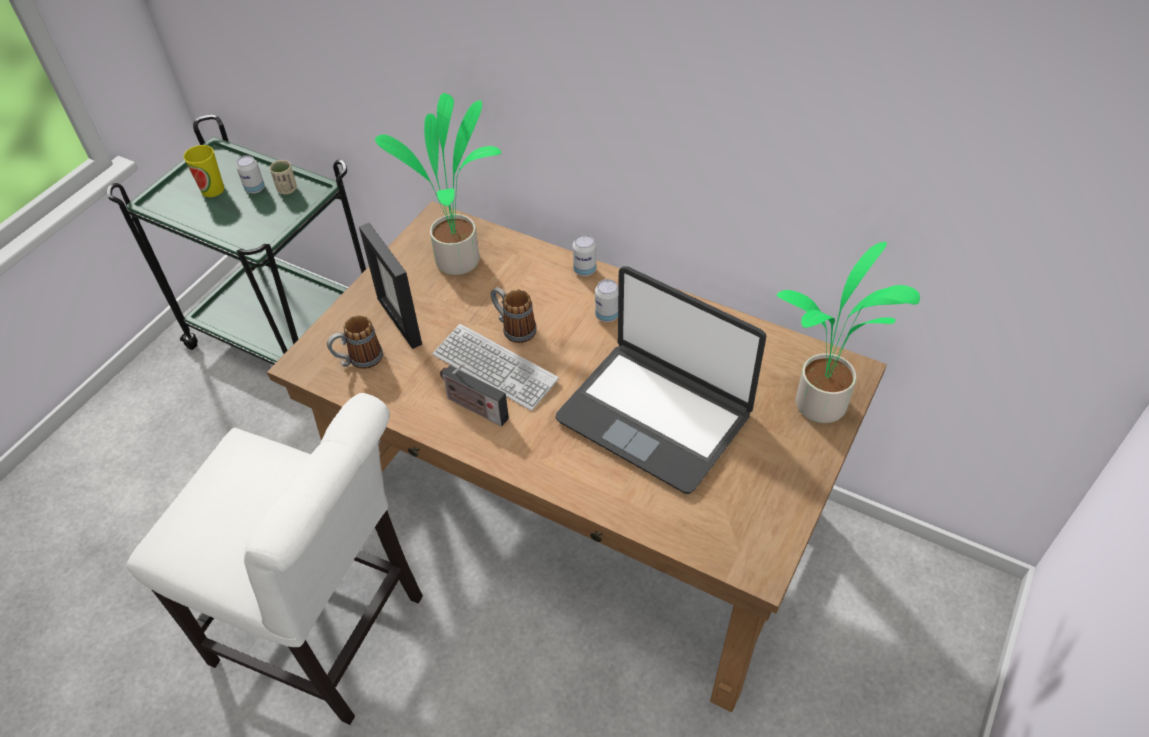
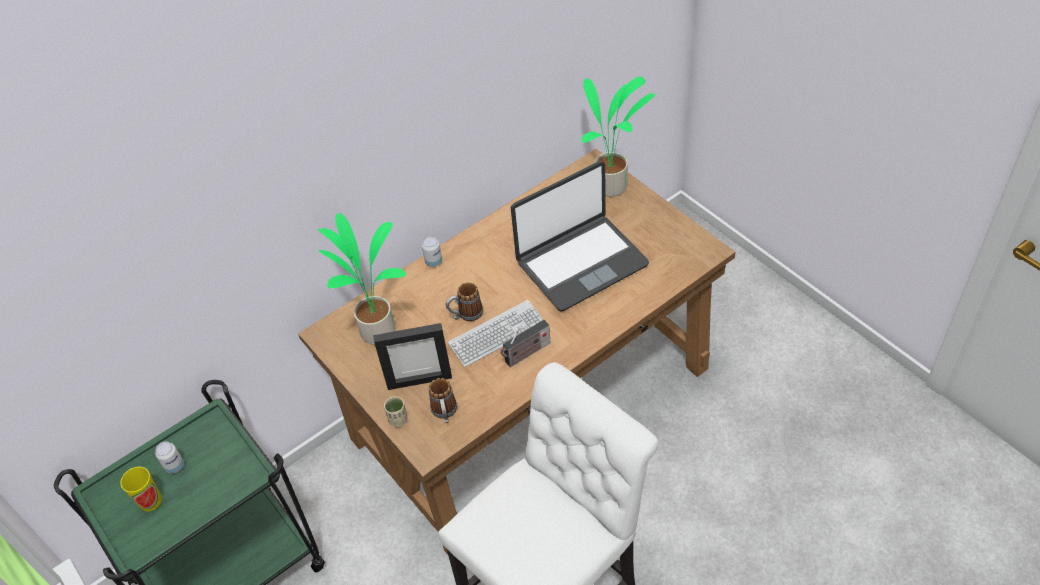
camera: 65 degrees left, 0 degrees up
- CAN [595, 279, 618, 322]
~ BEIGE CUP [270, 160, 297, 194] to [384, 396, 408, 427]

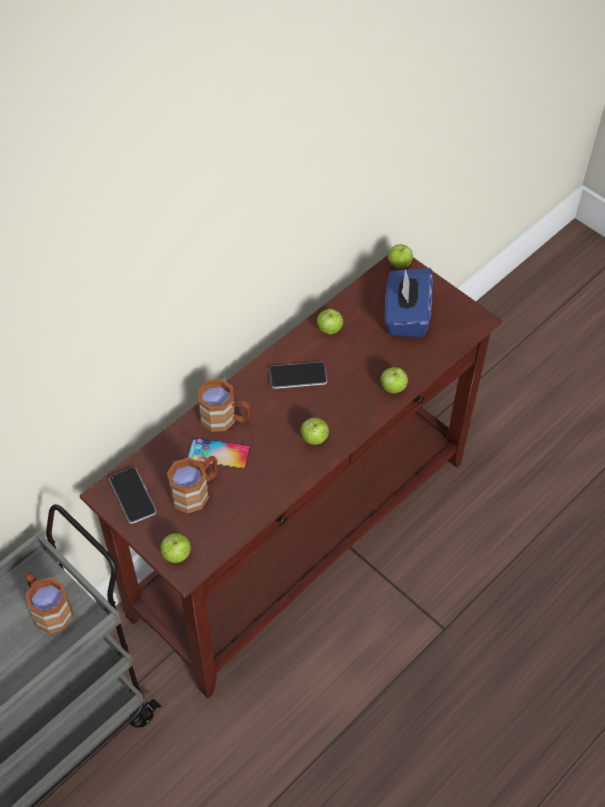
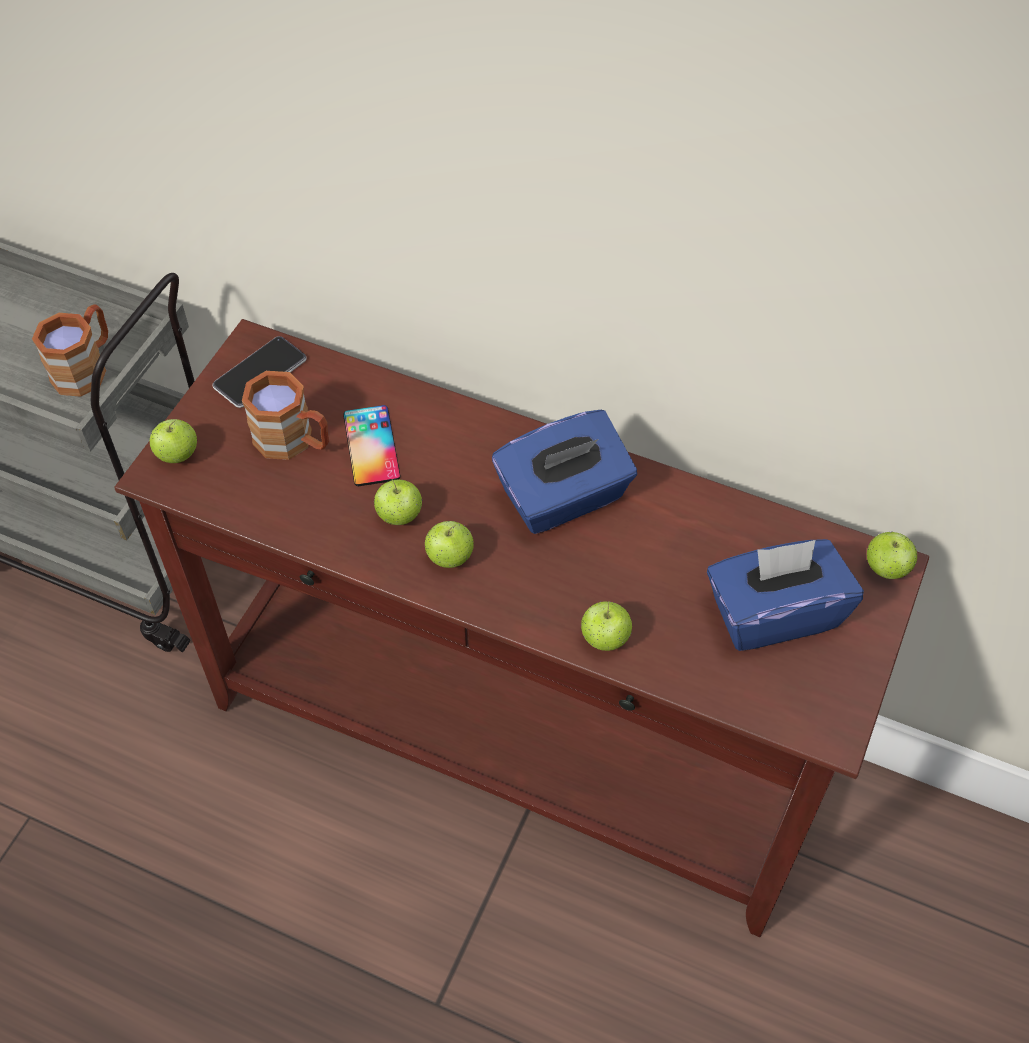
camera: 70 degrees right, 0 degrees up
- BROWN MUG [198, 379, 250, 432]
~ APPLE [317, 309, 343, 334] to [374, 479, 422, 525]
~ PHONE [269, 362, 327, 389] to BLUE TISSUE BOX [492, 410, 637, 534]

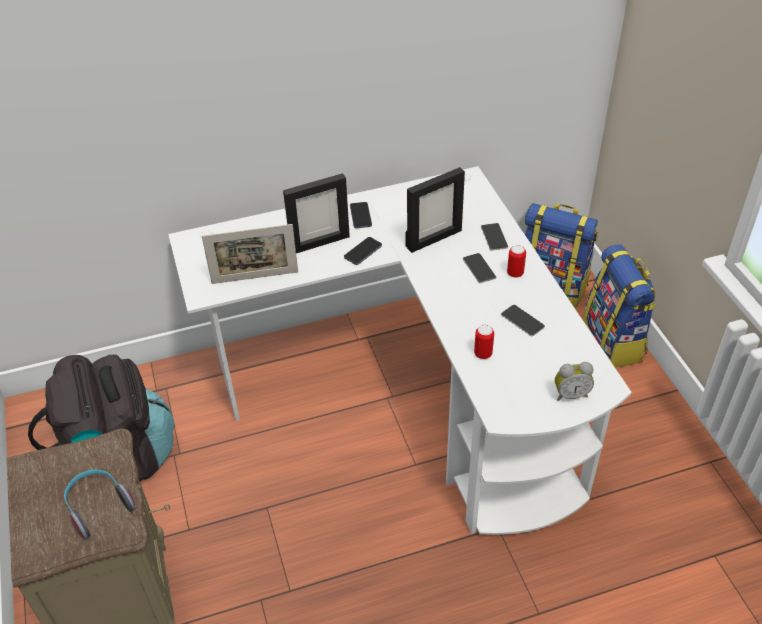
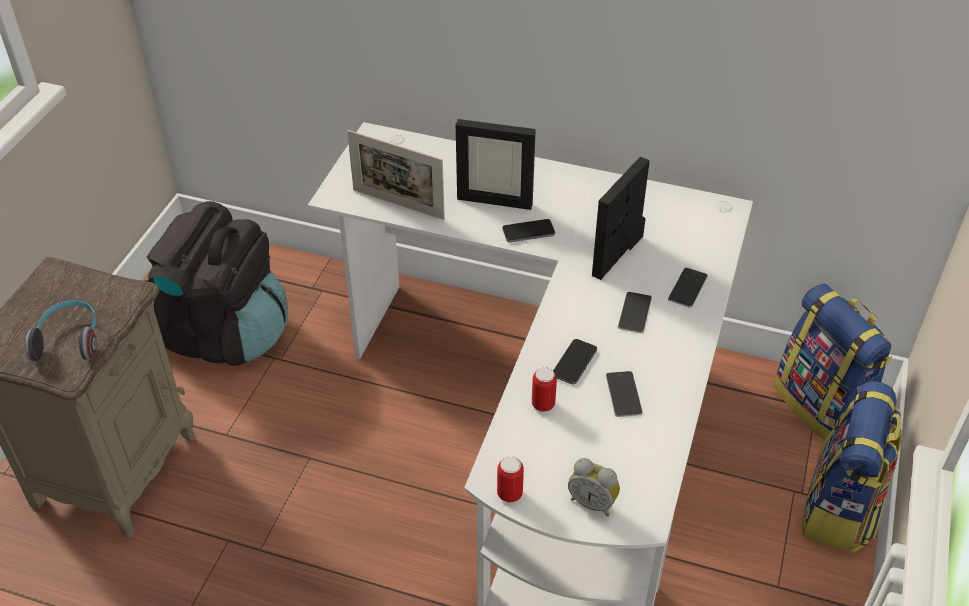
camera: 35 degrees right, 0 degrees up
~ PHONE [350, 202, 372, 228] to [553, 339, 597, 385]
~ CAN [507, 245, 526, 278] to [497, 457, 524, 502]
~ PICTURE FRAME [406, 167, 465, 253] = [592, 157, 650, 280] 120 degrees clockwise

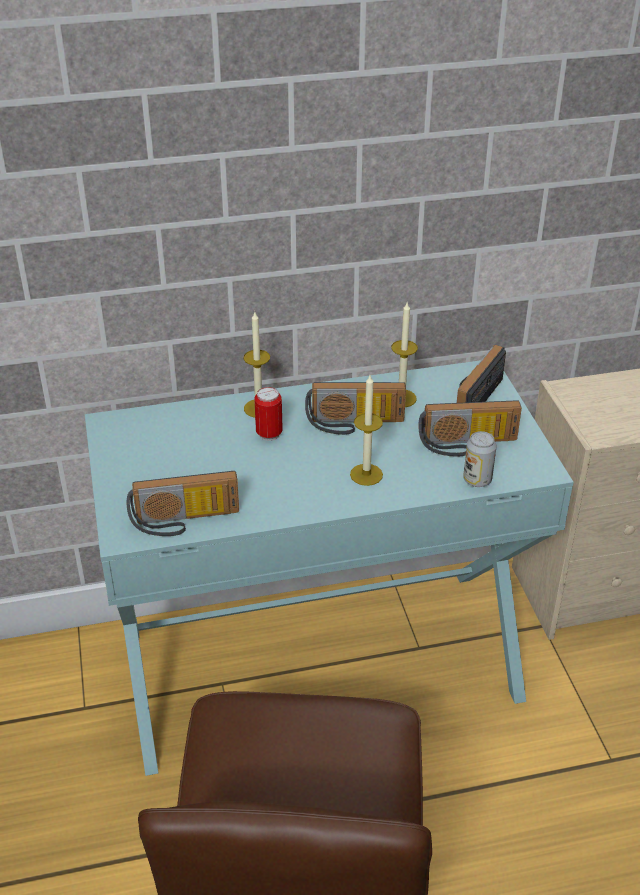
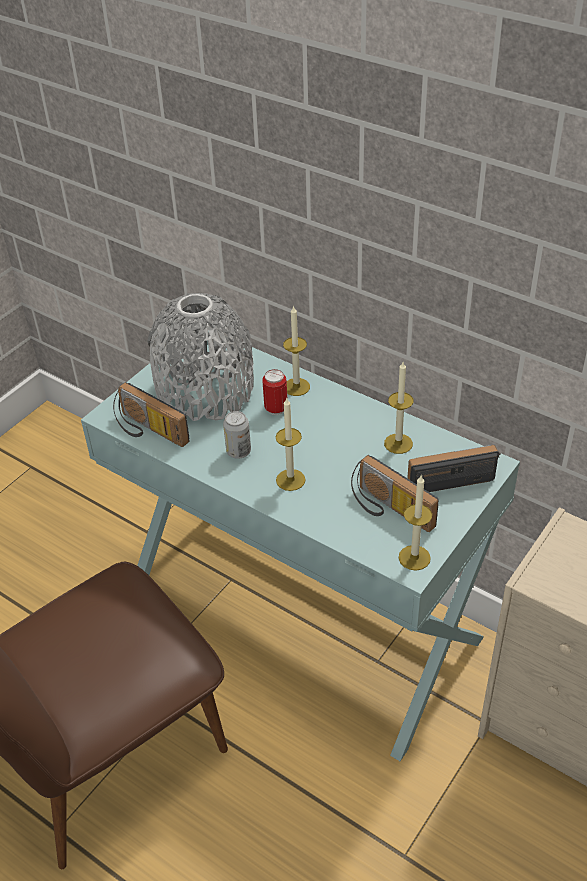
camera: 50 degrees right, 5 degrees up
- RADIO [305, 382, 406, 435]
+ GREY VASE [147, 293, 254, 421]
+ CANDLE [399, 476, 432, 570]
~ CAN [463, 431, 497, 487] to [223, 411, 251, 459]

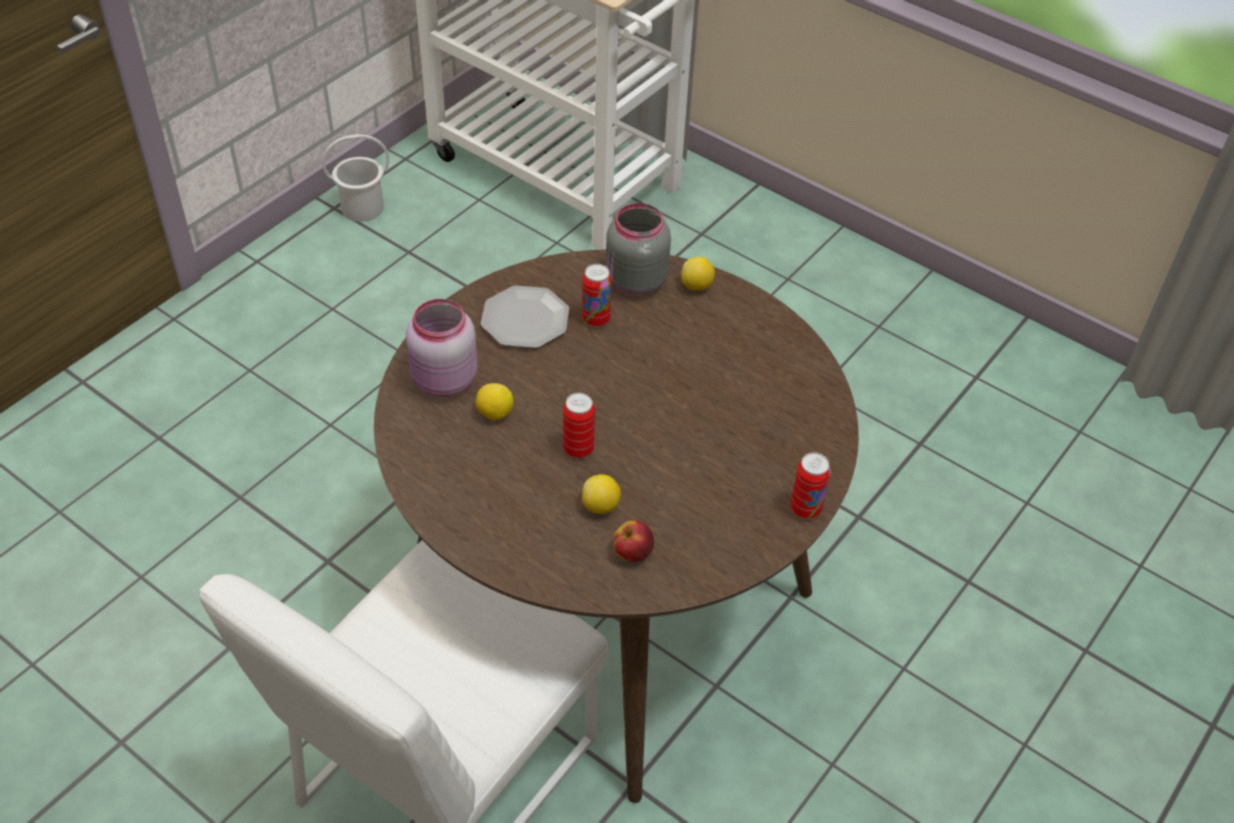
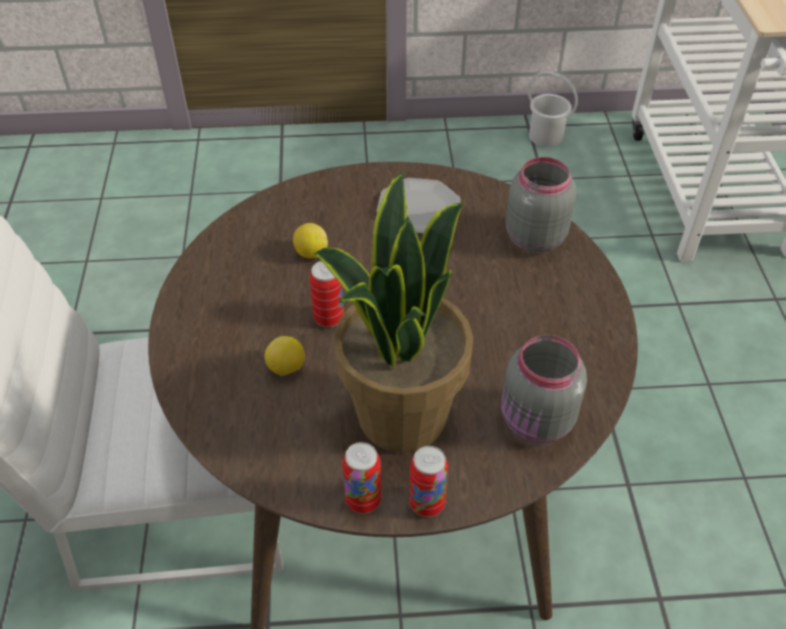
camera: 50 degrees right, 0 degrees up
- PINK JAR [406, 299, 478, 397]
- APPLE [614, 520, 654, 562]
- LEMON [681, 257, 715, 290]
+ POTTED PLANT [314, 172, 473, 453]
+ GREY JAR [501, 335, 587, 444]
~ CAN [582, 264, 612, 327] to [343, 442, 381, 513]

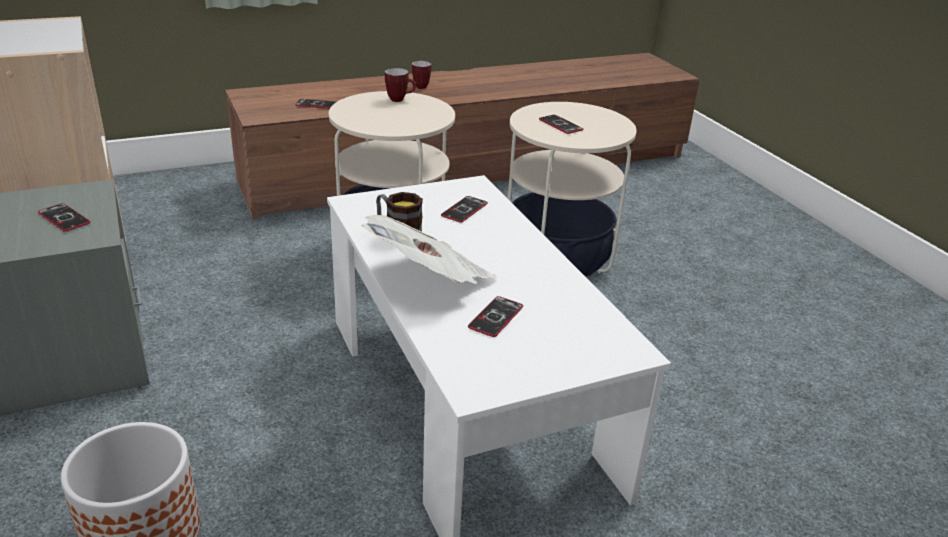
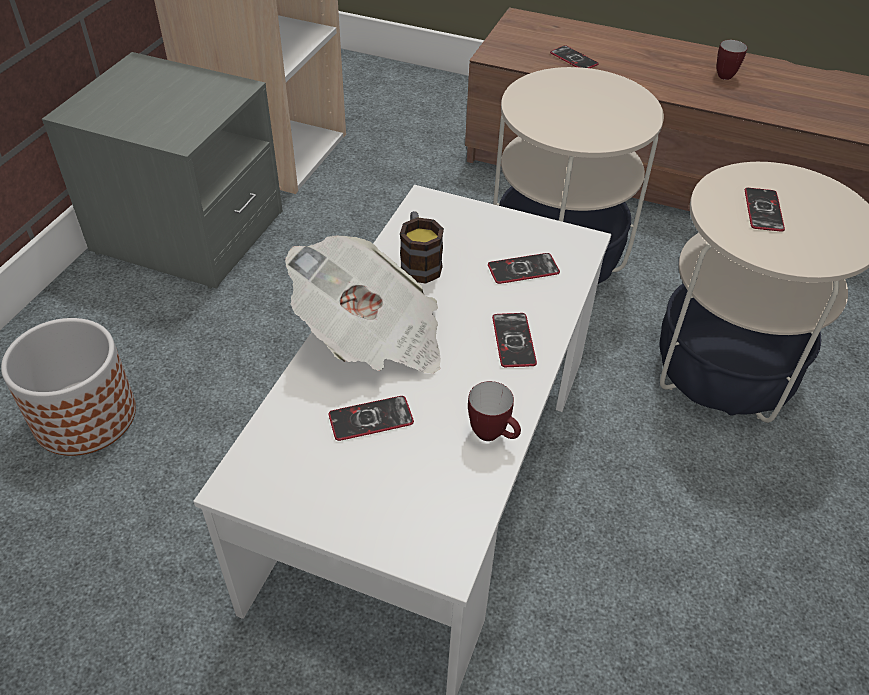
camera: 45 degrees right, 15 degrees up
~ PHONE [38, 203, 90, 232] to [492, 313, 537, 367]
~ MUG [385, 68, 416, 102] to [468, 381, 521, 441]

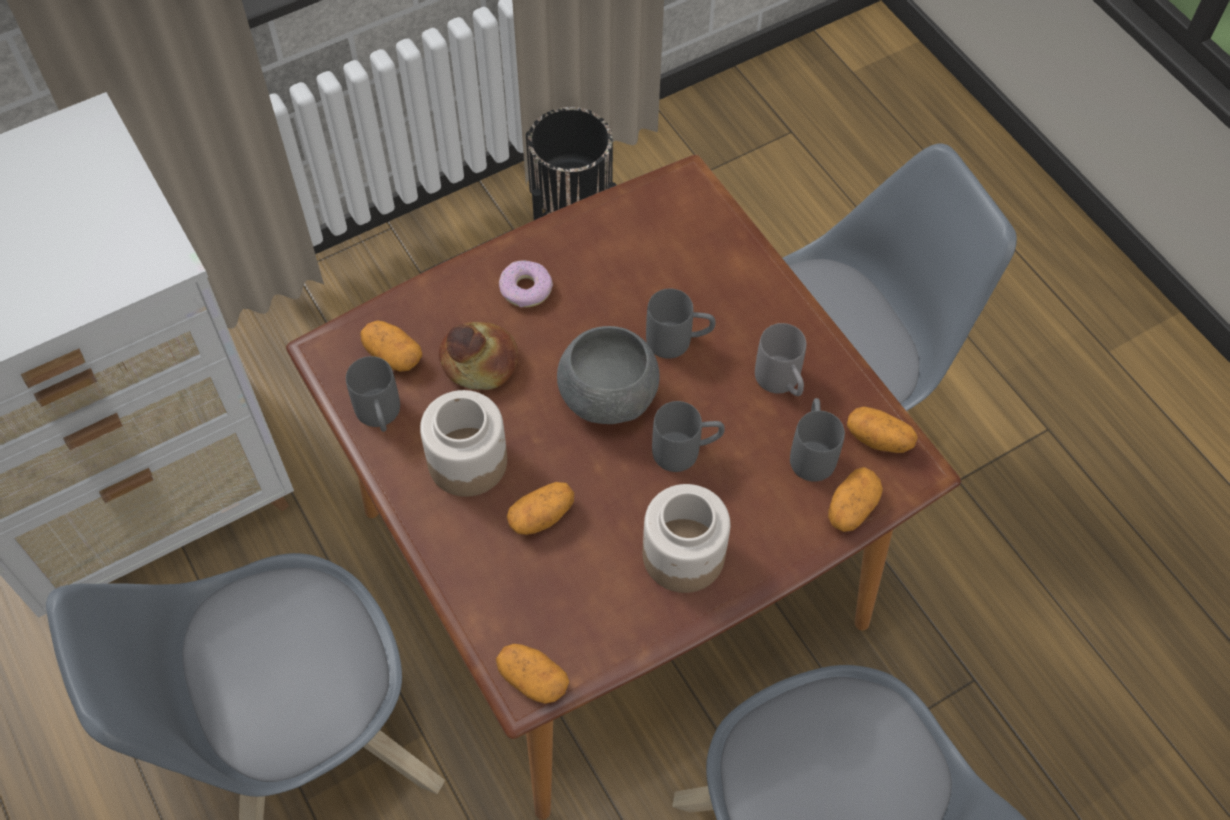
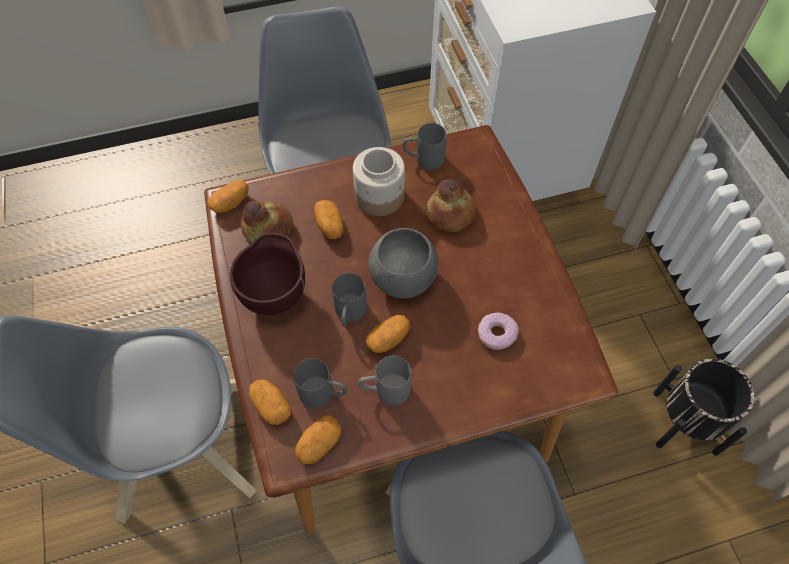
camera: 105 degrees right, 0 degrees up
- GREY MUG [646, 289, 716, 359]
+ BREAD [241, 201, 293, 243]
~ POTATO [360, 321, 422, 372] to [366, 315, 410, 353]
~ DONUT [499, 260, 553, 308] to [478, 313, 519, 350]
~ JAR [643, 484, 730, 593] to BROWN BOWL [230, 232, 305, 315]

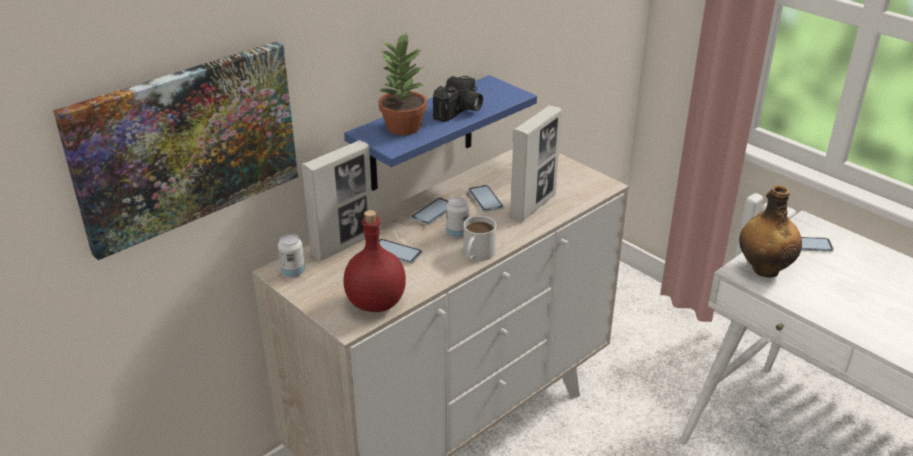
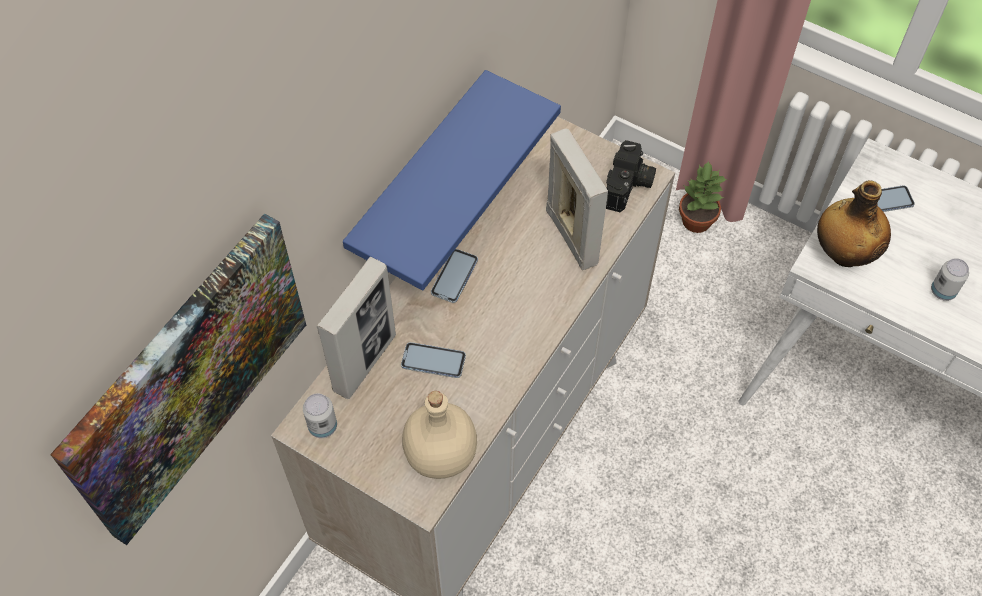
camera: 15 degrees left, 25 degrees up
- WHITE MUG [463, 216, 496, 261]
- PHONE [468, 185, 504, 212]
~ POTTED PLANT [378, 31, 427, 135] to [679, 162, 728, 233]
~ PHOTO CAMERA [433, 76, 483, 122] to [606, 140, 656, 212]
~ CAN [446, 197, 469, 239] to [931, 258, 969, 301]
~ RED BOTTLE [343, 210, 406, 312] to BEIGE BOTTLE [402, 391, 477, 479]
~ PICTURE FRAME [510, 105, 562, 222] = [546, 128, 608, 270] 45 degrees counterclockwise

